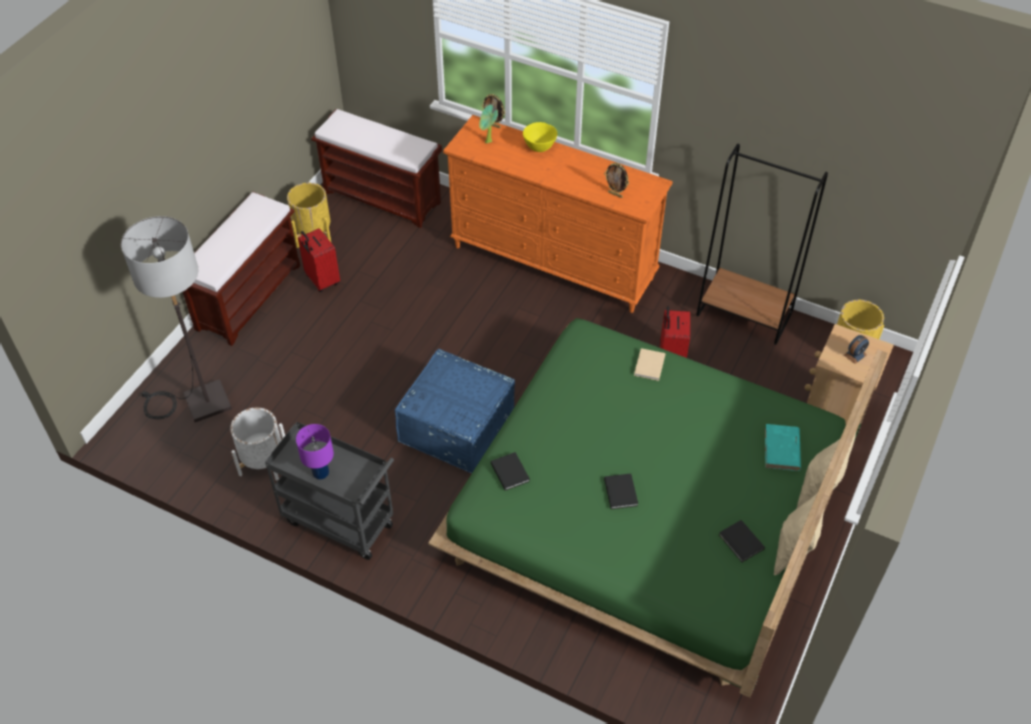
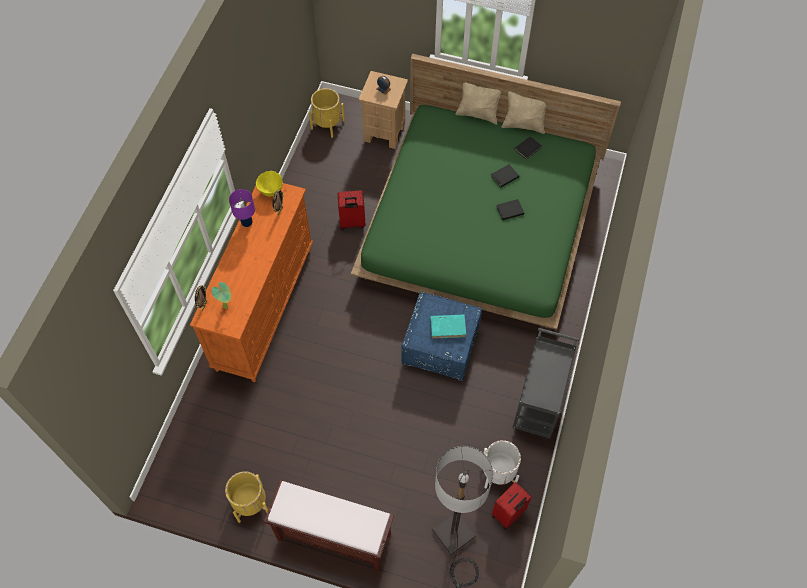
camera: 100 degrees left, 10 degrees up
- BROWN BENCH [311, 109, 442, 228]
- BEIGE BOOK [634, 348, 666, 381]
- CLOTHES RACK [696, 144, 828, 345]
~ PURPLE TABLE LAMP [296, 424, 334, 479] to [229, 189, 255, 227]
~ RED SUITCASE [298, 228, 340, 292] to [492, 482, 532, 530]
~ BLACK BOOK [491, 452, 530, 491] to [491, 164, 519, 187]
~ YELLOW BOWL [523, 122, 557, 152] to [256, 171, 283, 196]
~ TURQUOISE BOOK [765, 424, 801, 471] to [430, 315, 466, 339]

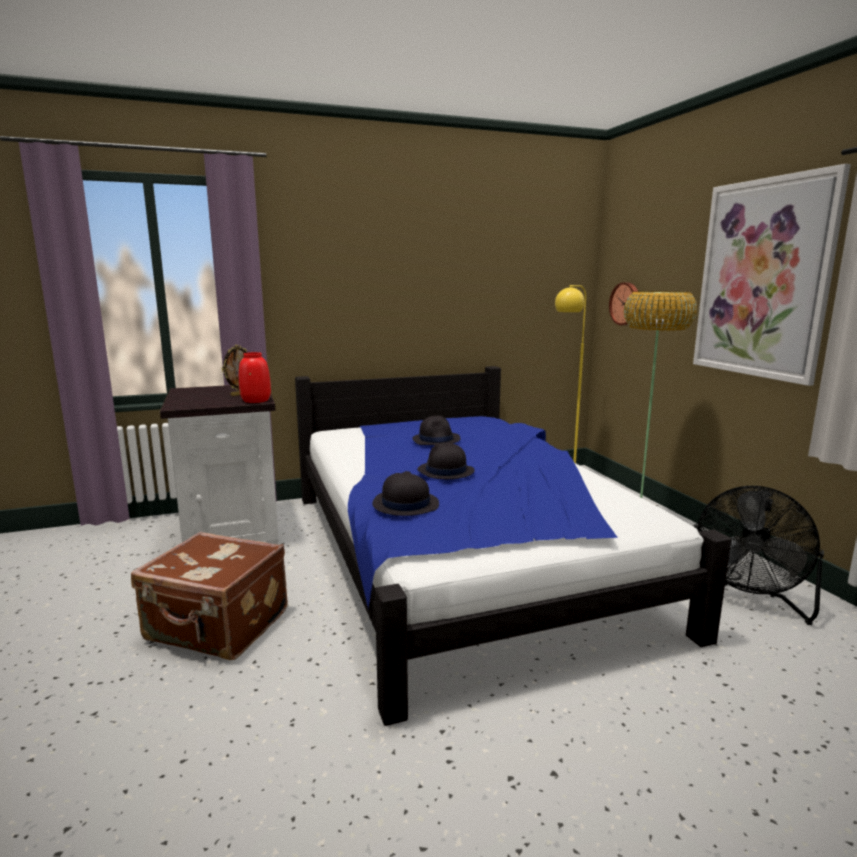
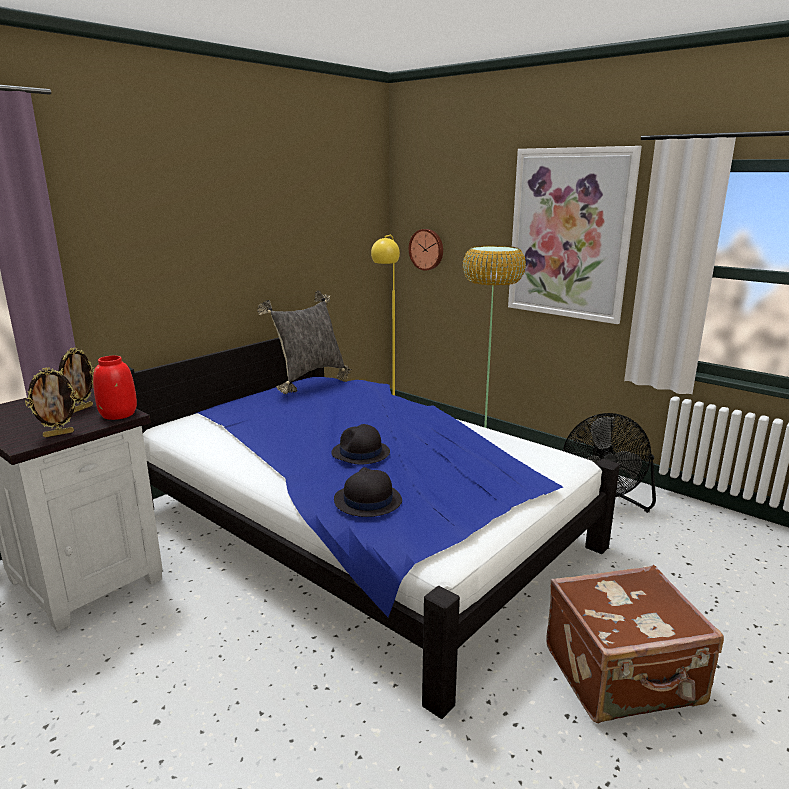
camera: 30 degrees left, 5 degrees up
- BLACK HAT [413, 416, 461, 445]
+ PICTURE FRAME [25, 367, 78, 437]
+ PILLOW [257, 291, 351, 394]
~ BROWN SUITCASE [131, 532, 288, 660] to [546, 565, 724, 723]

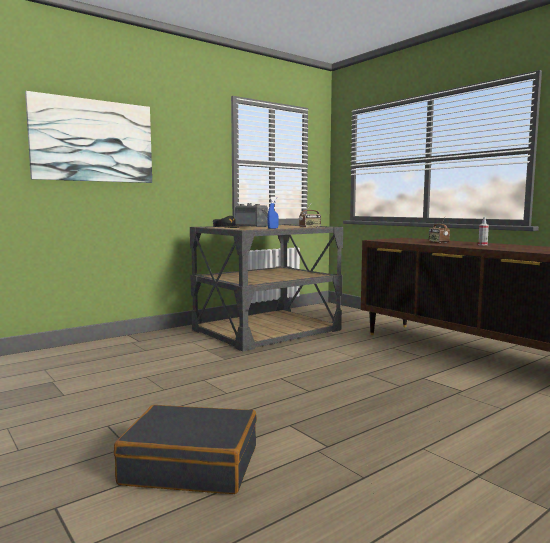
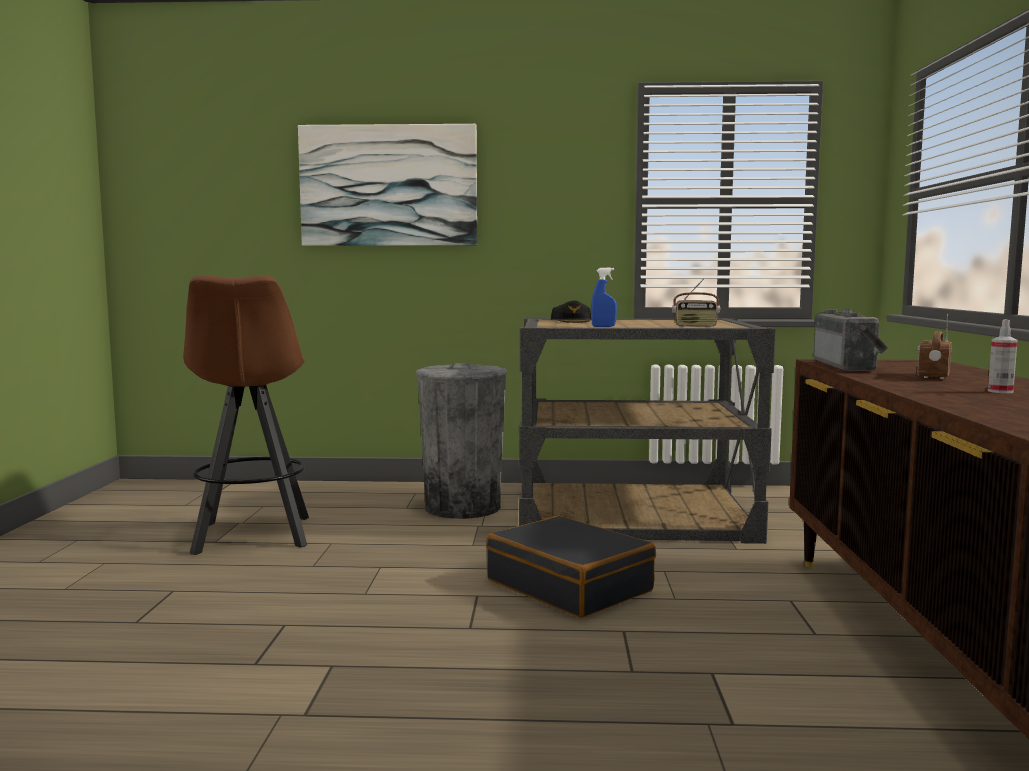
camera: 40 degrees right, 0 degrees up
+ BROWN STOOL [183, 275, 309, 555]
+ GREY TRASH CAN [416, 363, 508, 519]
~ BLACK SUITCASE [114, 405, 257, 494] to [486, 515, 656, 618]
~ RADIO [235, 203, 268, 227] to [814, 308, 888, 371]

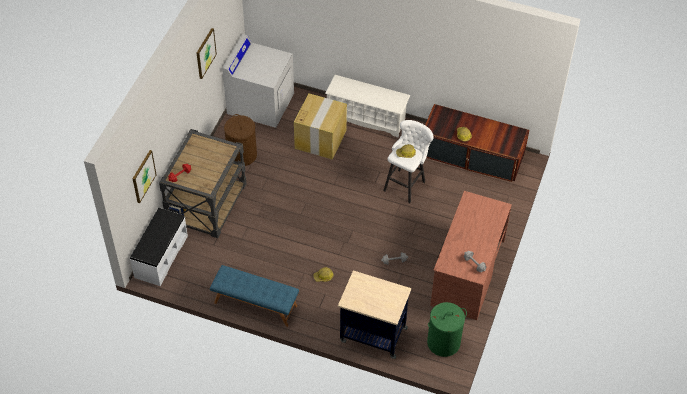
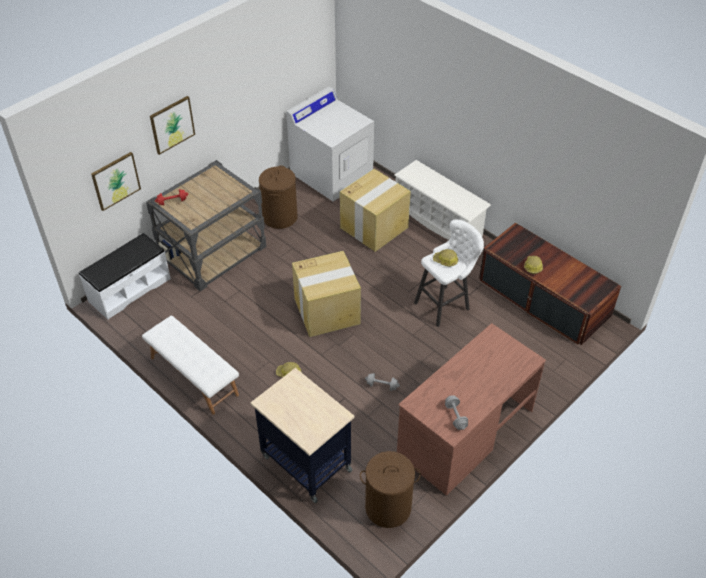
camera: 25 degrees right, 5 degrees down
+ CARDBOARD BOX [292, 251, 361, 337]
~ PICTURE [197, 28, 217, 79] to [150, 96, 195, 155]
~ BLUE BENCH [210, 265, 299, 327] to WHITE BENCH [142, 316, 239, 415]
~ GREEN LAUNDRY BASKET [427, 302, 467, 357] to BROWN LAUNDRY BASKET [360, 451, 421, 528]

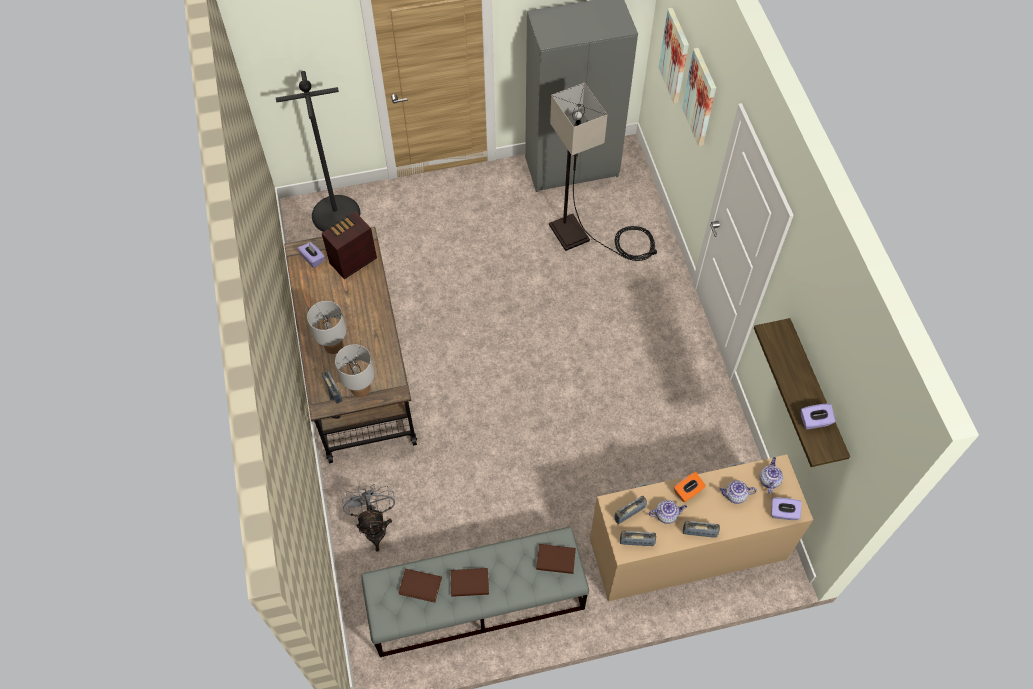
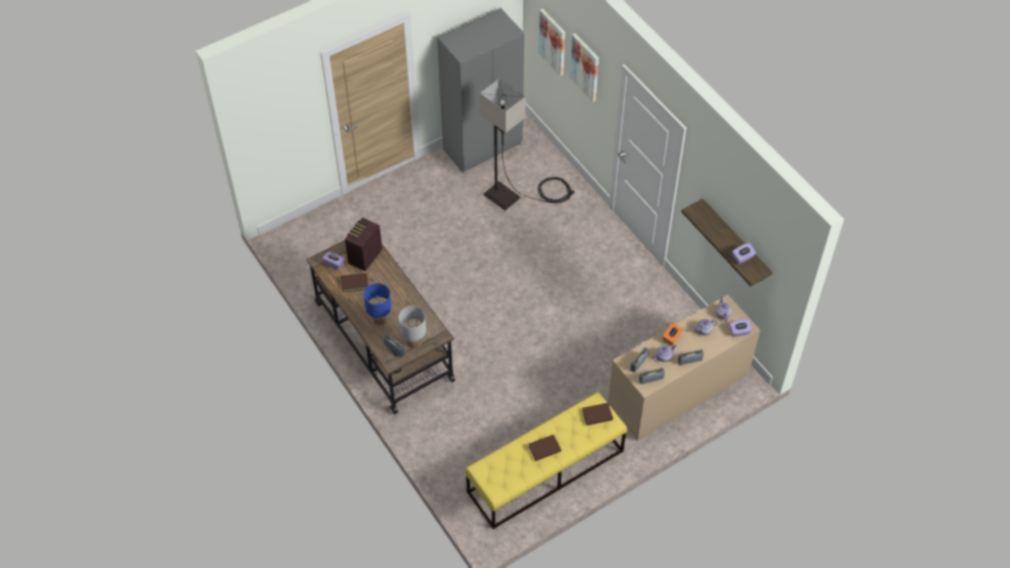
camera: 20 degrees left, 5 degrees down
- BLACK CLOTHES RACK [276, 71, 360, 232]
- GREY FAN [342, 484, 395, 552]
~ BROWN BOOK [398, 569, 442, 603] to [341, 273, 368, 292]
~ GREY TABLE LAMP [307, 301, 346, 354] to BLUE TABLE LAMP [364, 283, 391, 325]
~ GREY BENCH [361, 527, 589, 657] to YELLOW BENCH [465, 392, 627, 529]

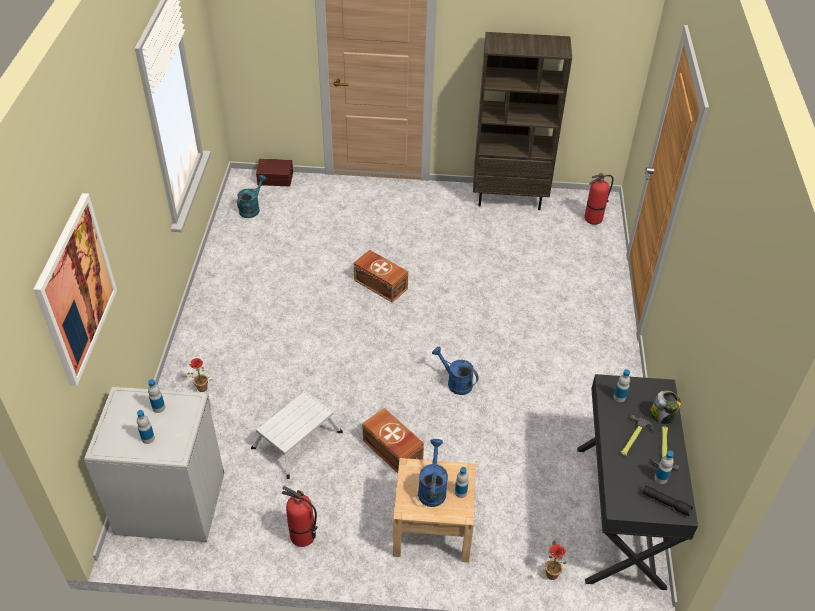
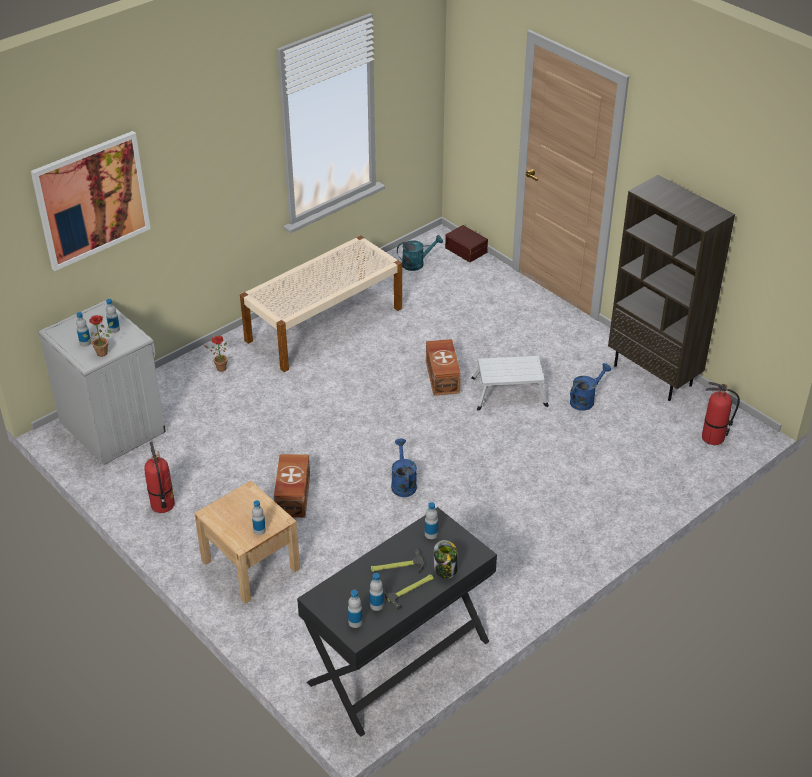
camera: 45 degrees right, 5 degrees down
+ BEIGE BENCH [240, 235, 402, 372]
~ WHITE STEP LADDER [251, 391, 343, 479] to [471, 355, 549, 411]
~ BLUE WATERING CAN [418, 439, 448, 507] to [570, 363, 611, 411]
~ POTTED PLANT [542, 541, 567, 580] to [83, 315, 113, 357]
~ BLACK FLASHLIGHT [643, 485, 693, 516] to BOTTLE [348, 590, 362, 628]

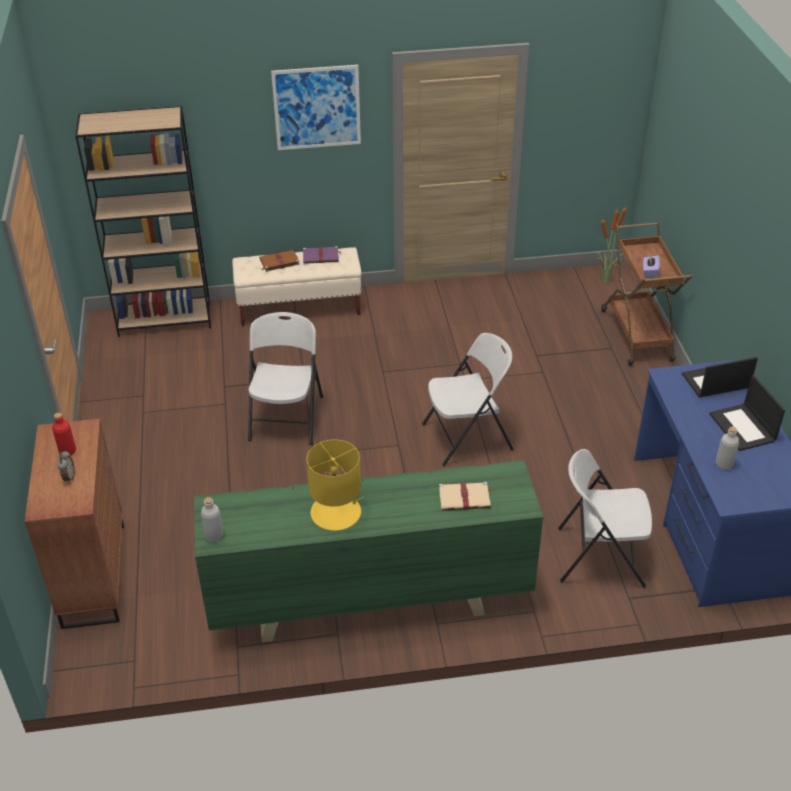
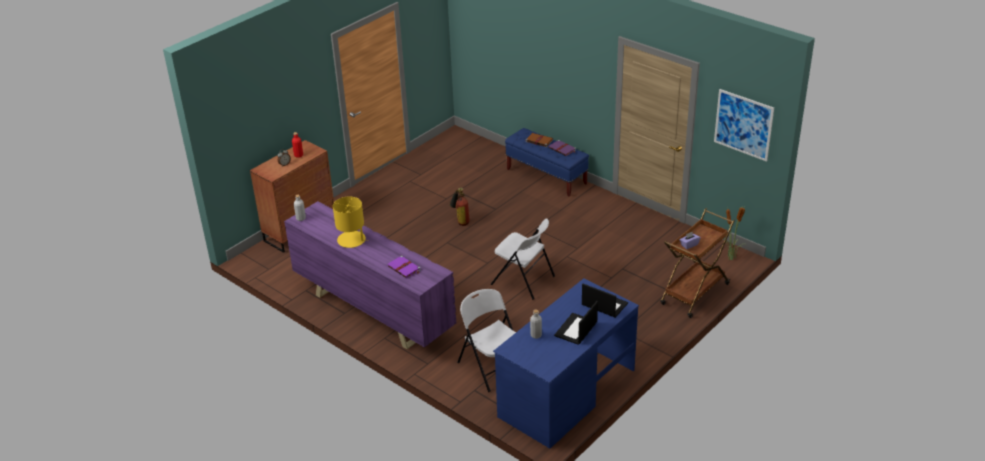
camera: 50 degrees right, 5 degrees down
- BEIGE BOOKCASE [75, 106, 211, 337]
~ PICTURE [271, 65, 361, 150] to [714, 89, 774, 162]
~ WHITE CHAIR [248, 312, 324, 445] to FIRE EXTINGUISHER [449, 188, 470, 226]
~ GREEN CABINET [194, 460, 543, 642] to PURPLE CABINET [284, 201, 456, 349]
~ BEIGE BENCH [232, 247, 362, 326] to BLUE BENCH [505, 128, 589, 197]
~ BEIGE BOOK [439, 482, 492, 511] to PURPLE BOOK [387, 255, 421, 278]

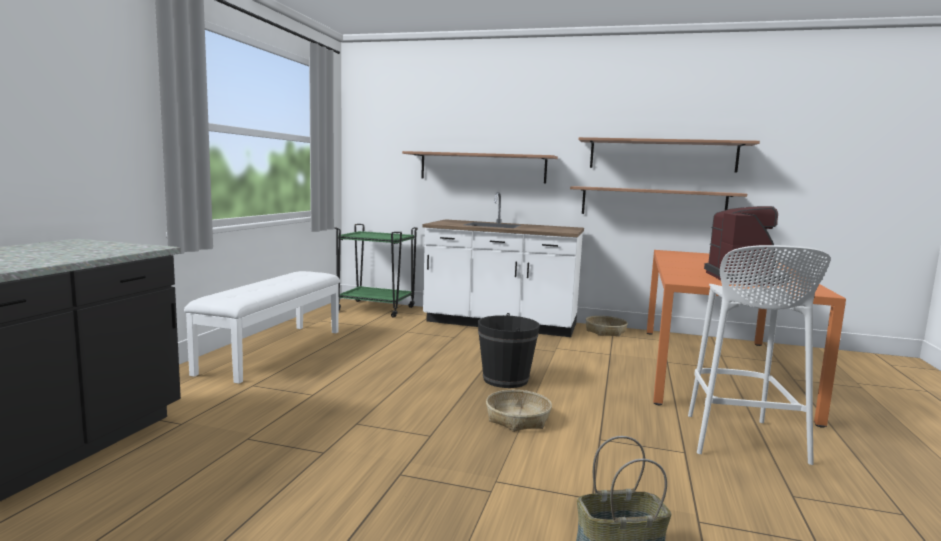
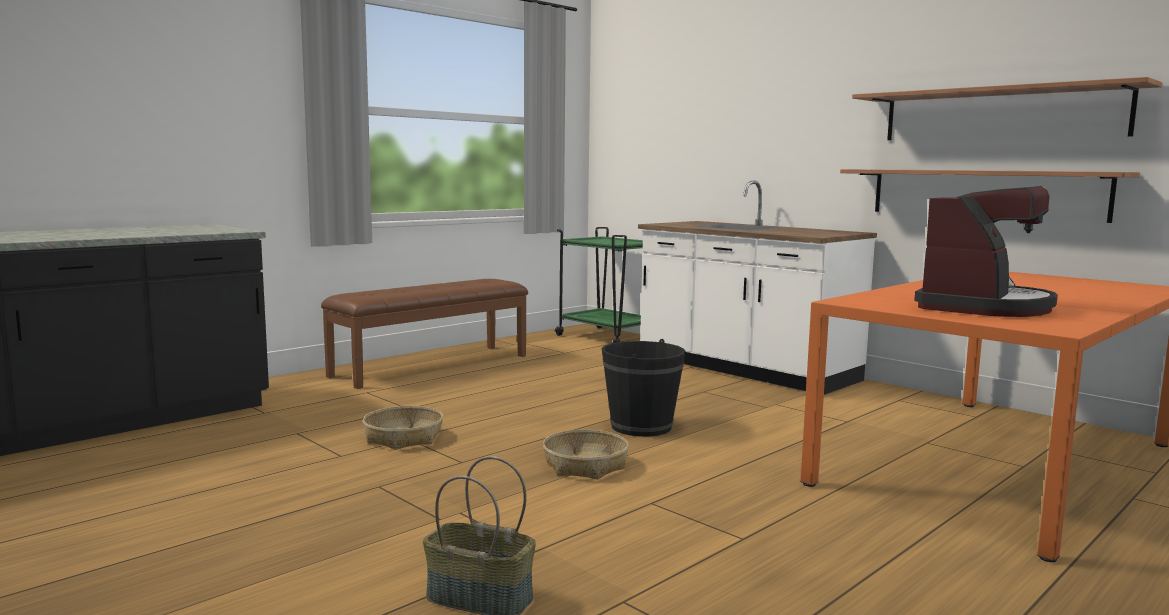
camera: 30 degrees right, 0 degrees up
- SHELF [402, 151, 558, 183]
- WHITE STOOL [688, 245, 831, 465]
~ BASKET [586, 316, 628, 337] to [363, 406, 443, 450]
~ WHITE BENCH [184, 271, 340, 384] to BROWN BENCH [321, 279, 528, 389]

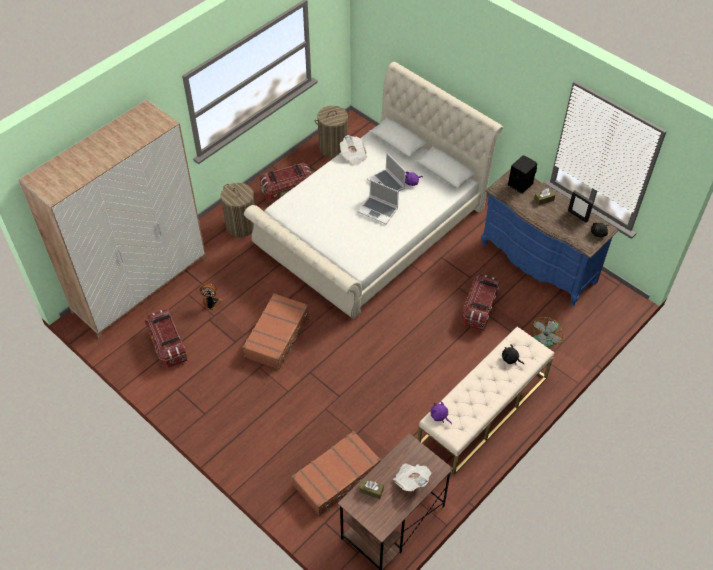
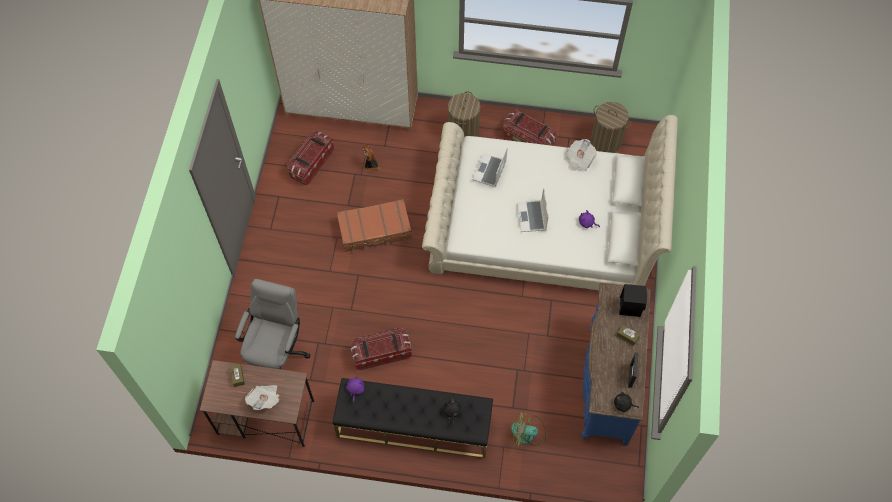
camera: 55 degrees right, 10 degrees up
~ LAPTOP [367, 152, 406, 191] to [472, 147, 508, 187]
~ STORAGE BOX [462, 274, 500, 331] to [351, 328, 412, 370]
~ BROWN SUITCASE [292, 431, 381, 516] to GREY OFFICE CHAIR [235, 279, 310, 370]
~ BEIGE BENCH [417, 327, 554, 475] to BLACK BENCH [333, 378, 493, 459]

